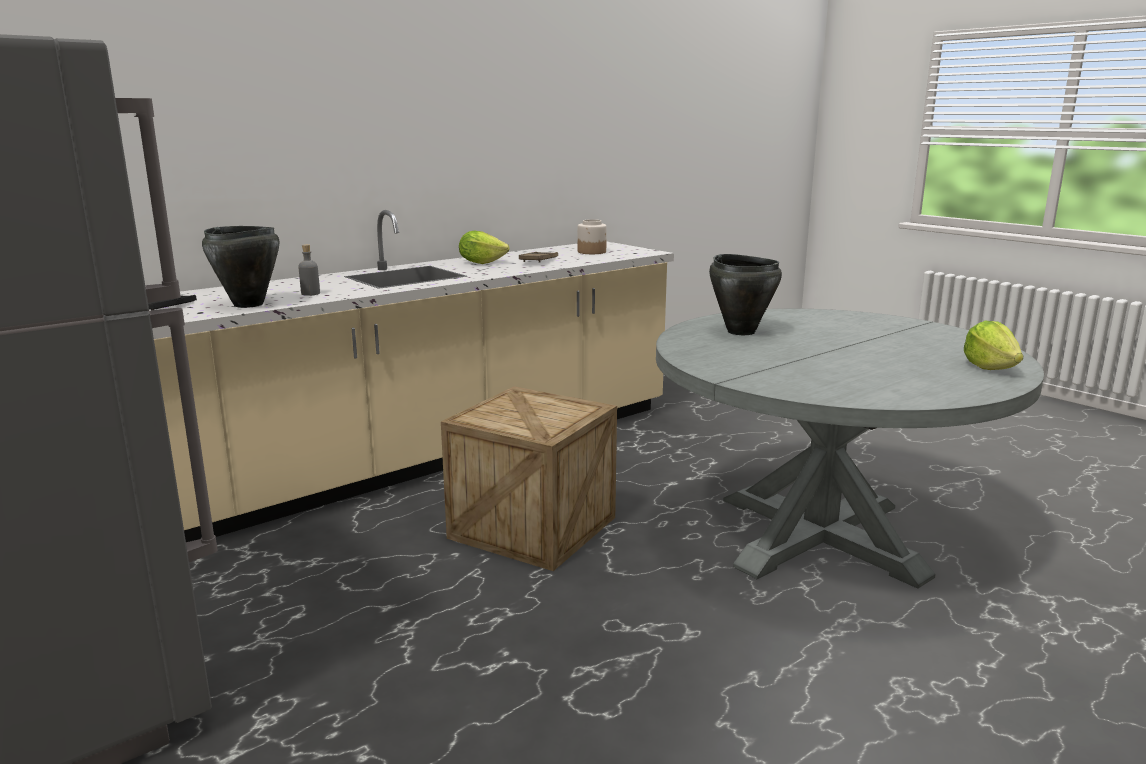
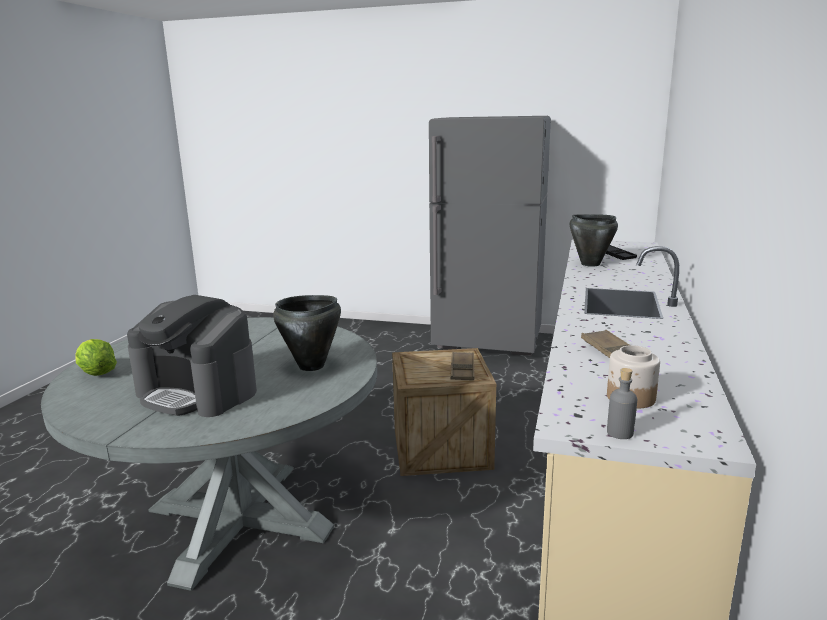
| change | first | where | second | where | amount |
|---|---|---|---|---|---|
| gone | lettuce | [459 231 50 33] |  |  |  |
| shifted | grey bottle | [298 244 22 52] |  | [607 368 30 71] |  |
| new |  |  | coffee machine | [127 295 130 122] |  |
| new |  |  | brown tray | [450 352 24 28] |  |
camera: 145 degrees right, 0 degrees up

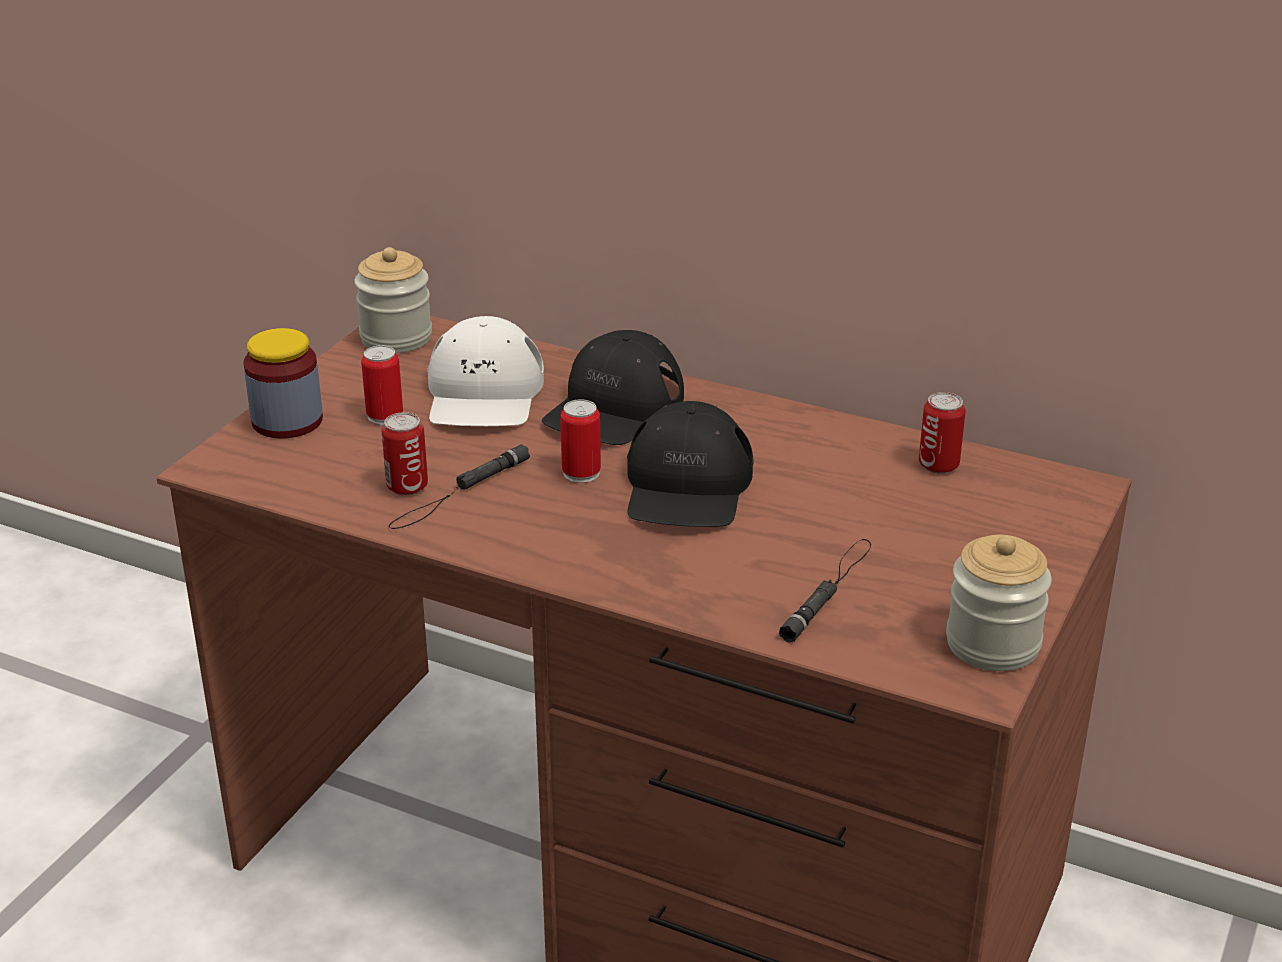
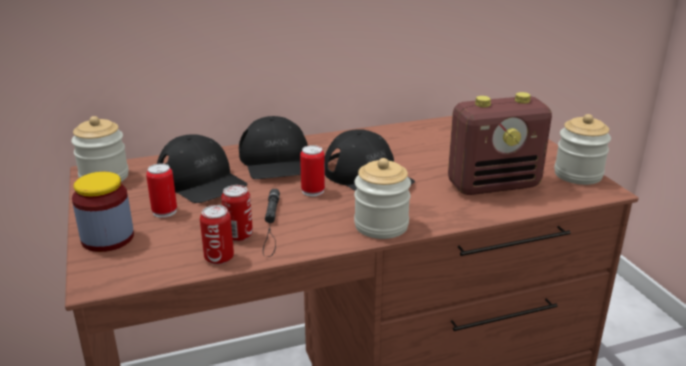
| change | first | where | second | where | amount |
|---|---|---|---|---|---|
| repainted | white cap | [427 316 117 110] | black cap | [157 134 90 69] |  |
| shifted | can | [919 392 47 82] |  | [200 205 34 60] |  |
| swapped | black flashlight | [779 539 92 104] | radio | [448 92 104 103] |  |
| new |  |  | jar | [354 158 57 81] |  |
camera: 45 degrees left, 5 degrees down

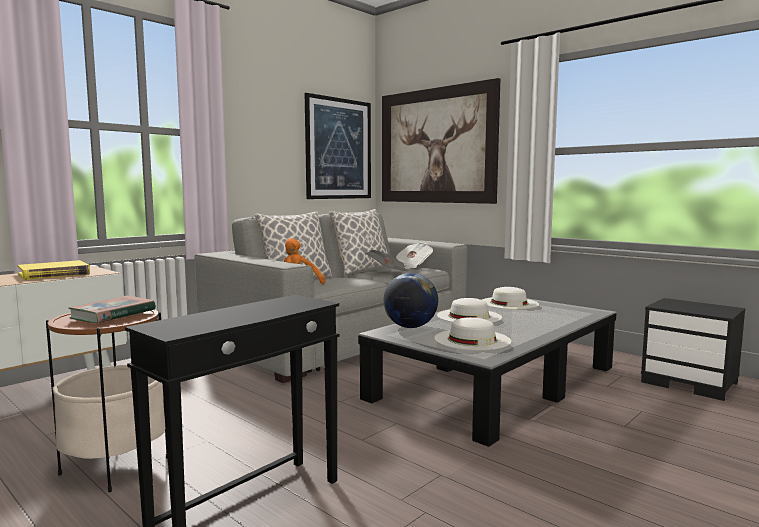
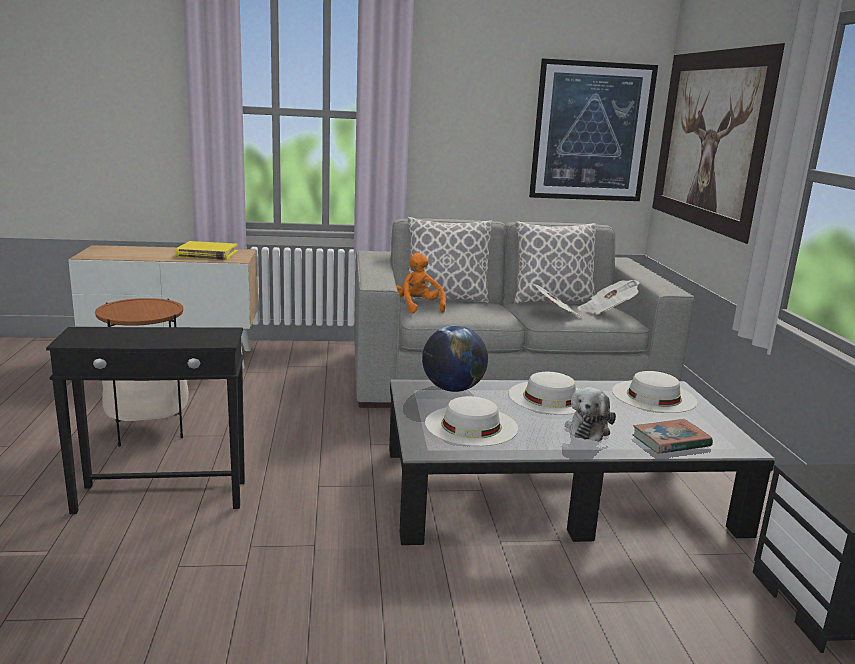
| change | first | where | second | where | amount |
|---|---|---|---|---|---|
| shifted | book | [68 296 88 27] |  | [632 419 81 35] |  |
| new |  |  | plush toy | [565 387 51 55] |  |
camera: 40 degrees right, 10 degrees up

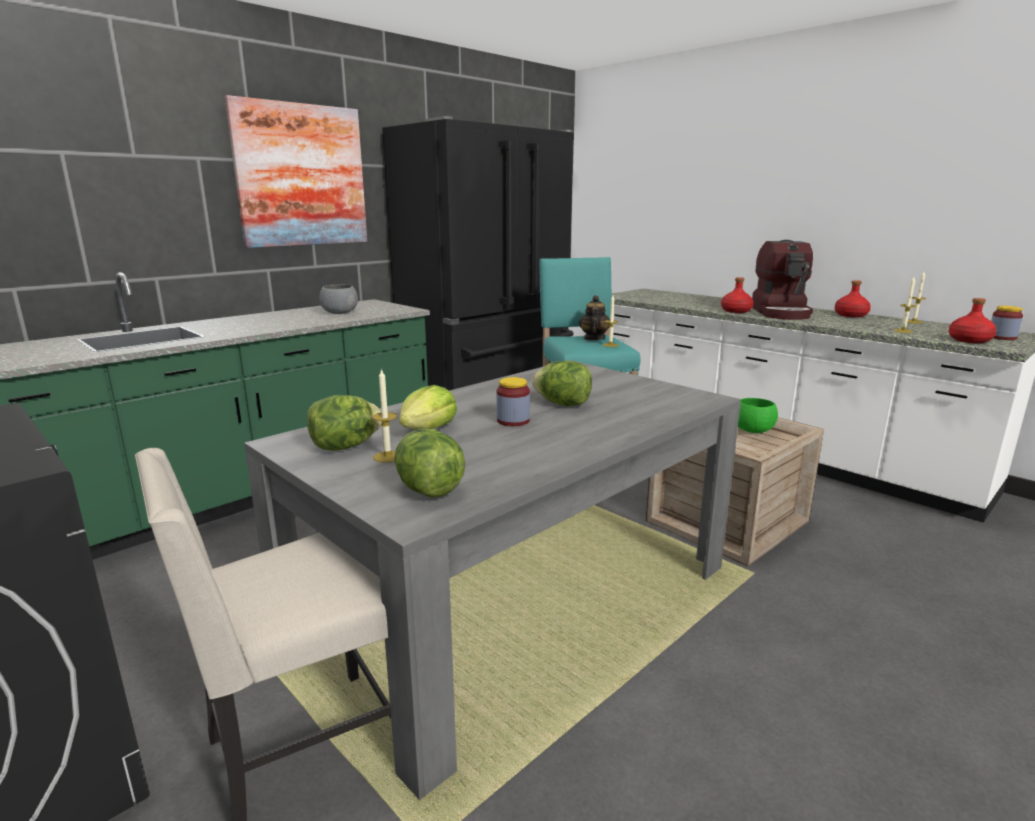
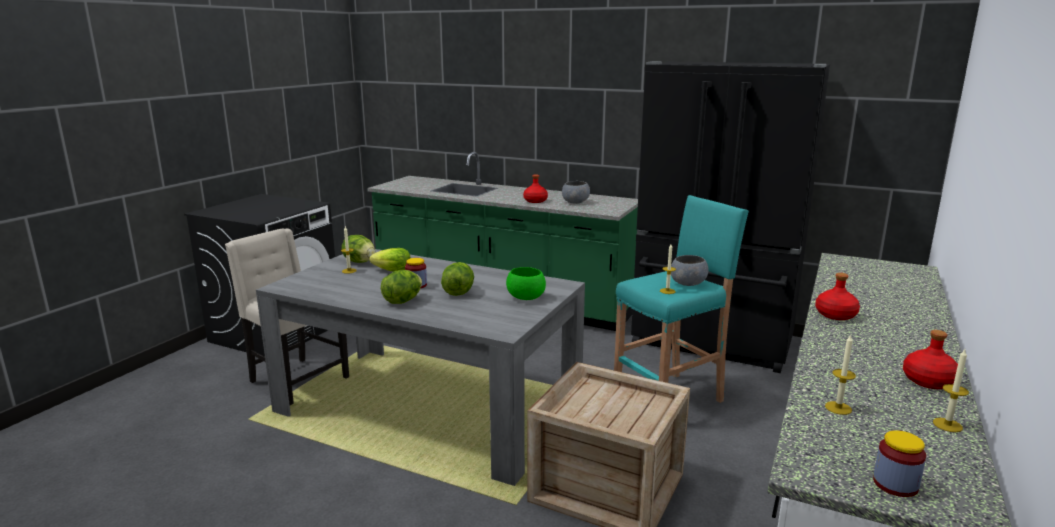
| change | first | where | second | where | amount |
|---|---|---|---|---|---|
| gone | picture | [224 95 143 153] |  |  |  |
| gone | coffee machine | [752 240 61 80] |  |  |  |
| swapped | teapot | [579 295 31 45] | grey bowl | [671 255 38 31] |  |
| shifted | red bottle | [949 298 47 45] |  | [523 175 25 28] |  |
| shifted | green bowl | [738 398 40 35] |  | [506 267 40 33] |  |
| shifted | lettuce | [394 429 71 69] |  | [381 270 41 34] |  |
camera: 70 degrees right, 0 degrees up

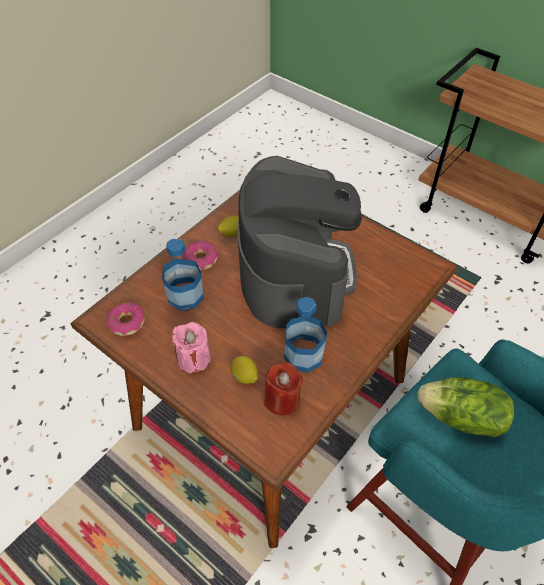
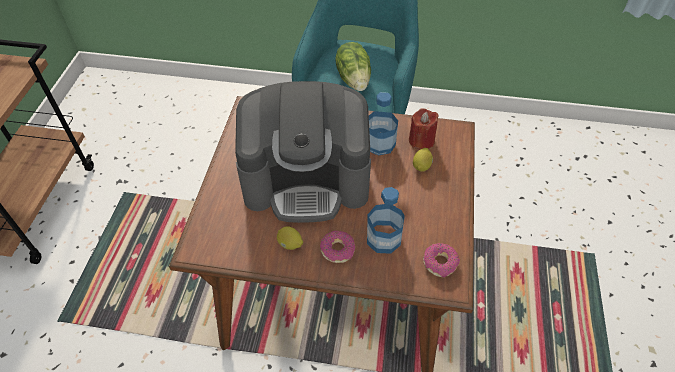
| change | first | where | second | where | amount |
|---|---|---|---|---|---|
| rotated | coffee machine | [238 156 124 172] |  | [235 81 136 142] | 150 degrees counterclockwise |
| gone | pink candle | [172 322 39 51] |  |  |  |
camera: 120 degrees left, 0 degrees up

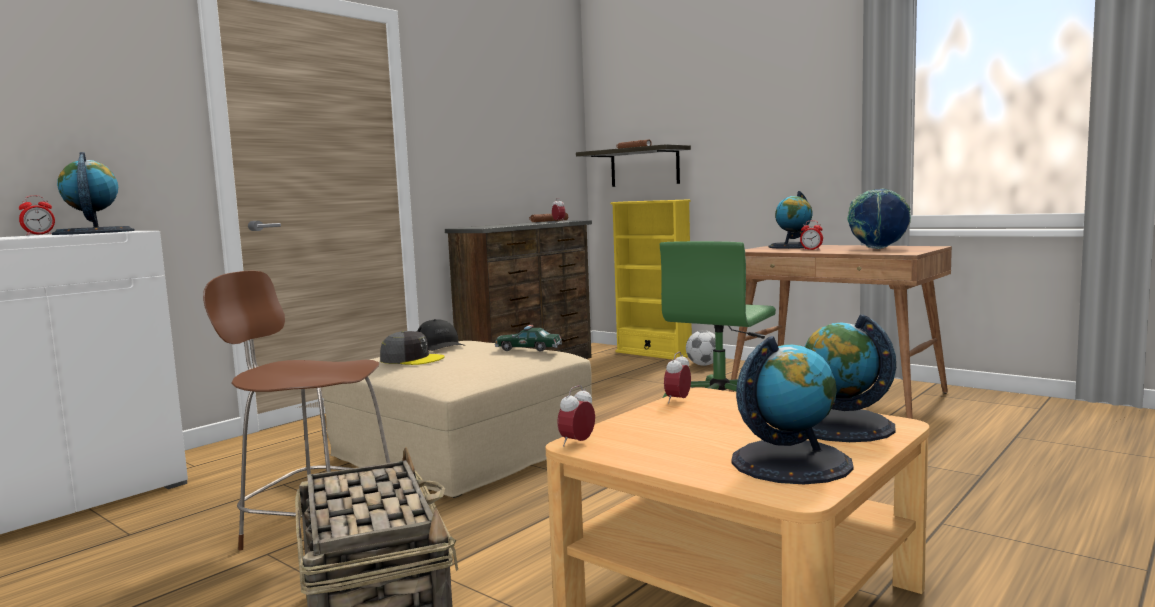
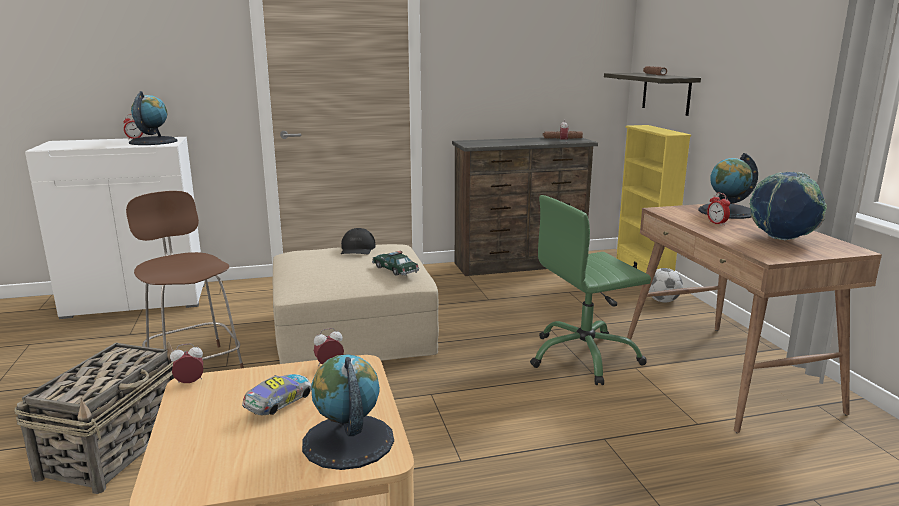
| change | first | where | second | where | amount |
|---|---|---|---|---|---|
| gone | grey cap | [380 331 65 34] |  |  |  |
| gone | globe | [731 336 123 148] |  |  |  |
| new |  |  | toy car | [242 374 69 41] |  |
camera: 35 degrees right, 10 degrees up

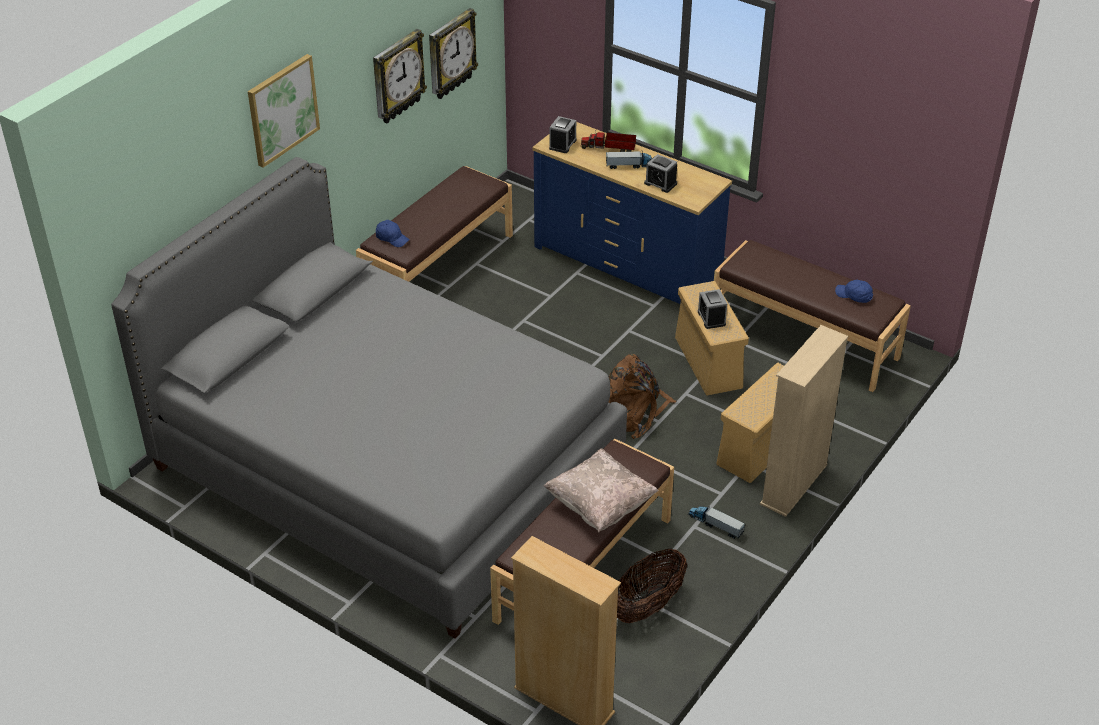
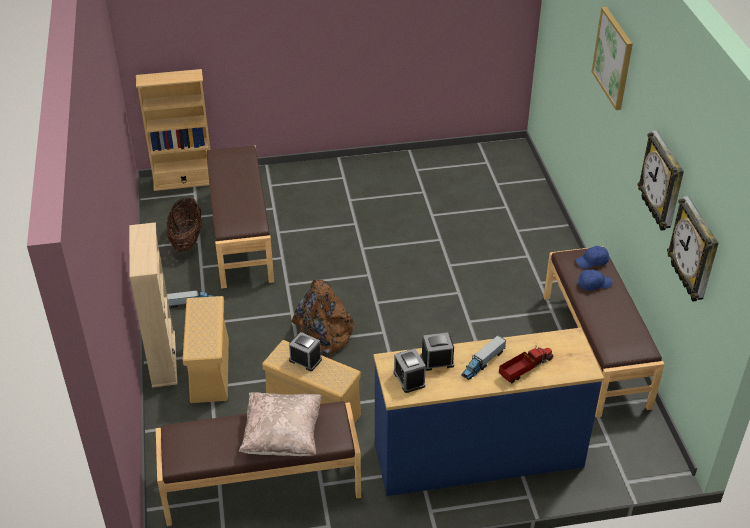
| change | first | where | second | where | amount |
|---|---|---|---|---|---|
| shifted | alarm clock | [549 116 28 37] |  | [394 348 32 45] |  |
| gone | grey bed | [111 157 516 482] |  |  |  |
| shifted | blue cap | [835 280 38 23] |  | [578 269 35 21] |  |
| shifted | beige pillow | [543 448 116 85] |  | [239 392 83 64] |  |
camera: 135 degrees right, 0 degrees up

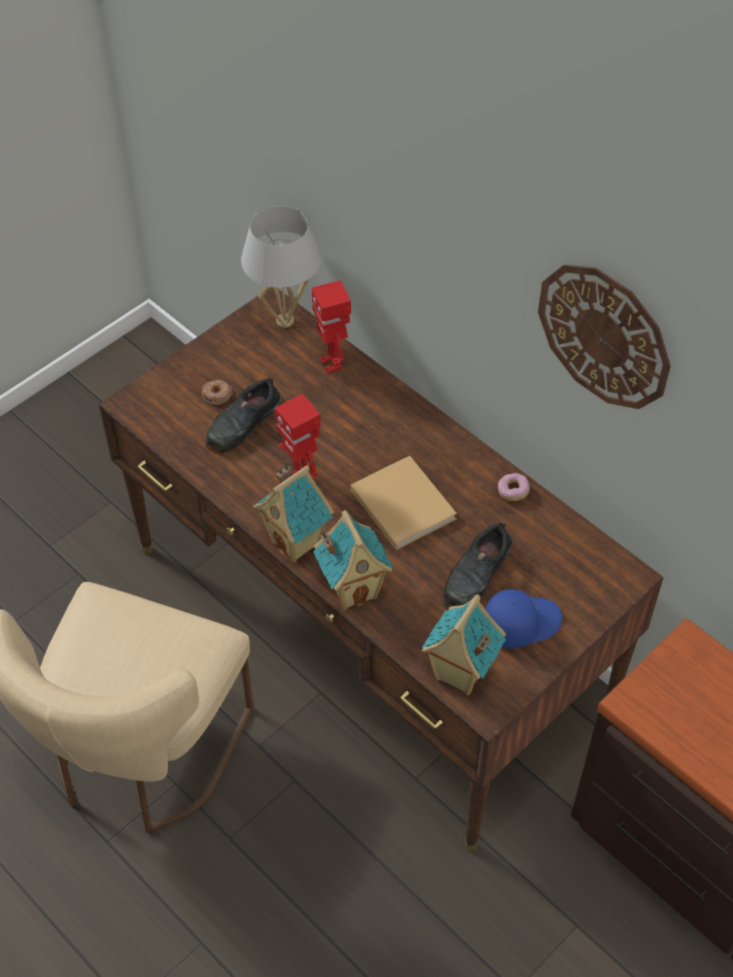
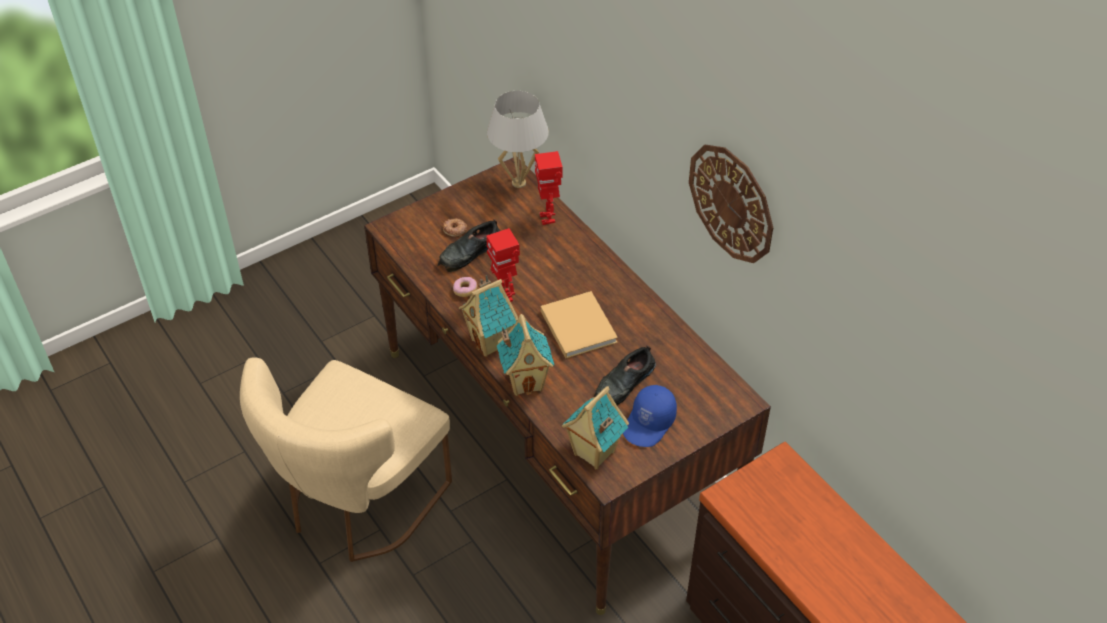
| change | first | where | second | where | amount |
|---|---|---|---|---|---|
| shifted | donut | [498 473 32 28] |  | [453 277 24 20] |  |
| rotated | blue cap | [485 589 77 60] |  | [623 385 54 62] | 135 degrees clockwise |
camera: 10 degrees right, 5 degrees down

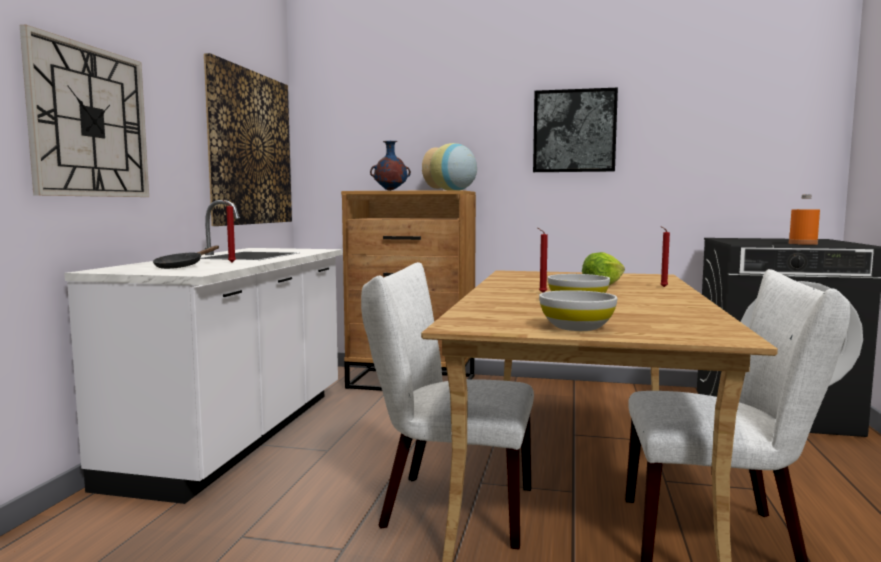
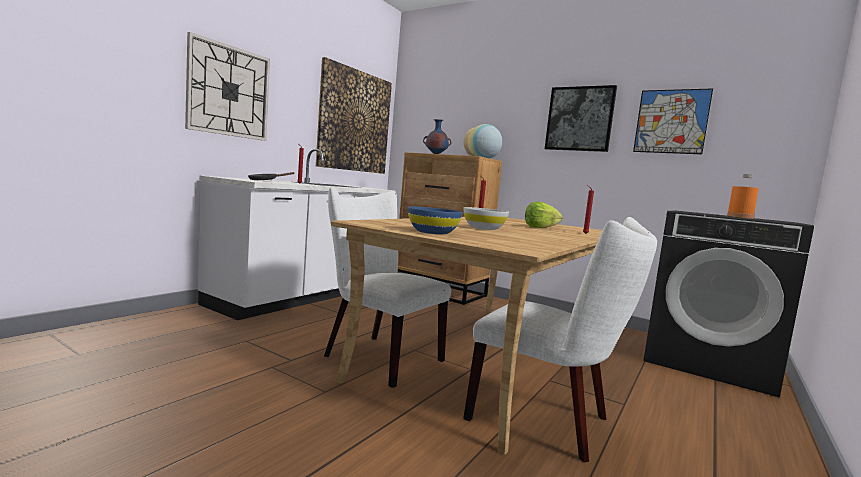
| change | first | where | second | where | amount |
|---|---|---|---|---|---|
| repainted | white bowl | [539 290 78 41] | blue bowl | [408 207 55 27] |  |
| new |  |  | picture | [633 88 80 66] |  |
camera: 20 degrees right, 0 degrees up

